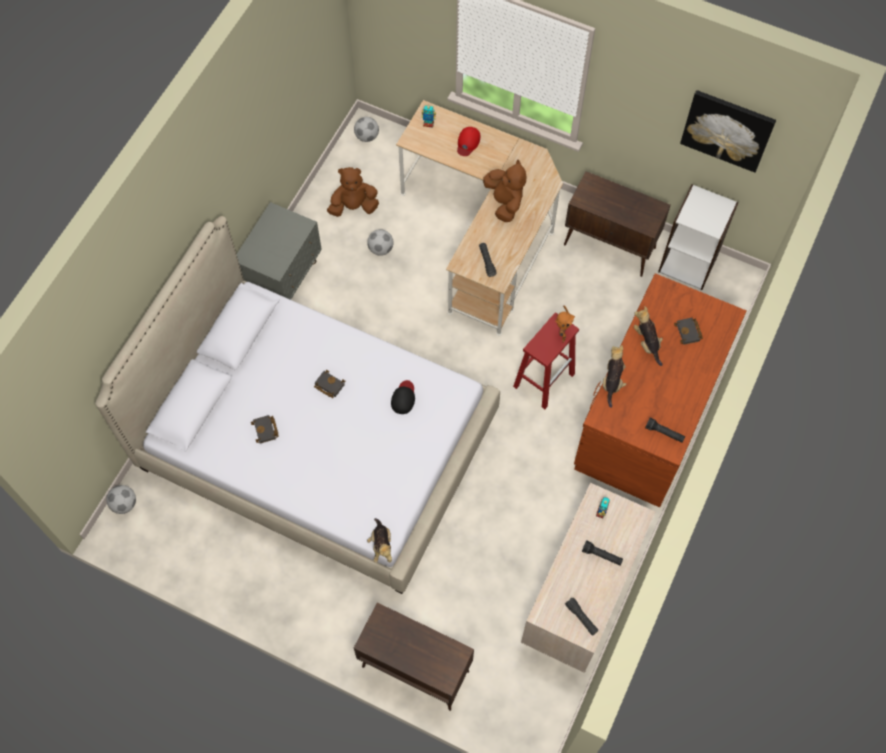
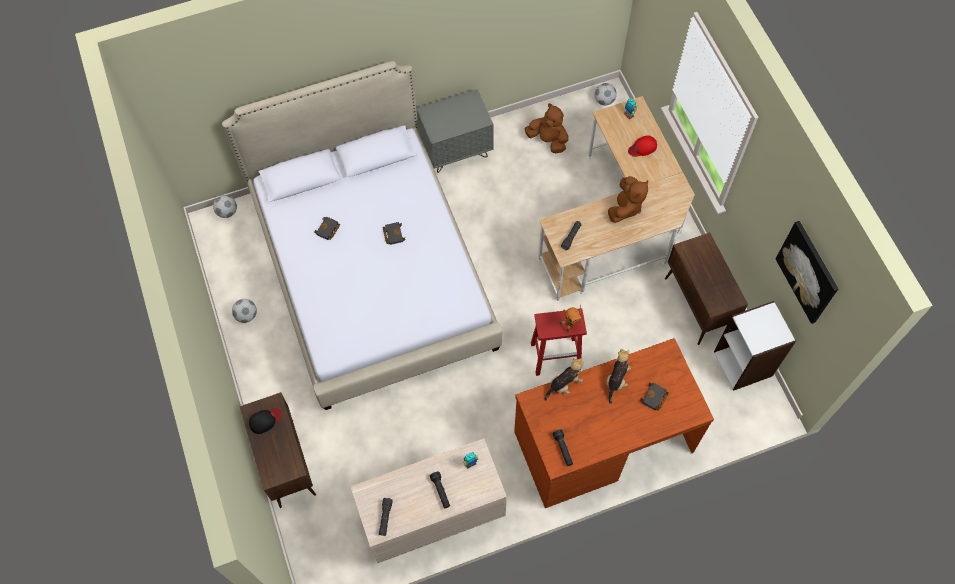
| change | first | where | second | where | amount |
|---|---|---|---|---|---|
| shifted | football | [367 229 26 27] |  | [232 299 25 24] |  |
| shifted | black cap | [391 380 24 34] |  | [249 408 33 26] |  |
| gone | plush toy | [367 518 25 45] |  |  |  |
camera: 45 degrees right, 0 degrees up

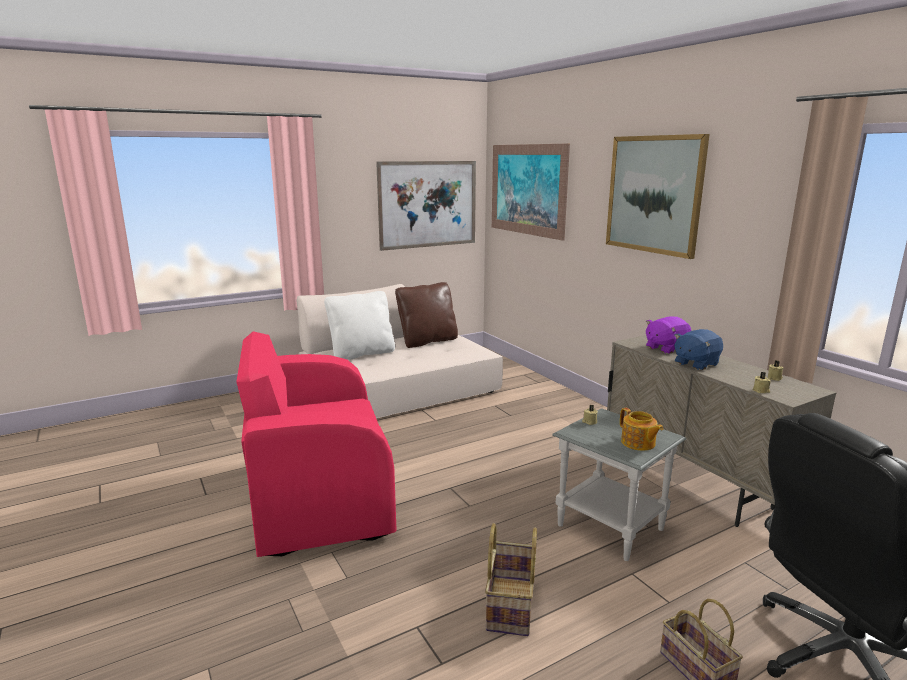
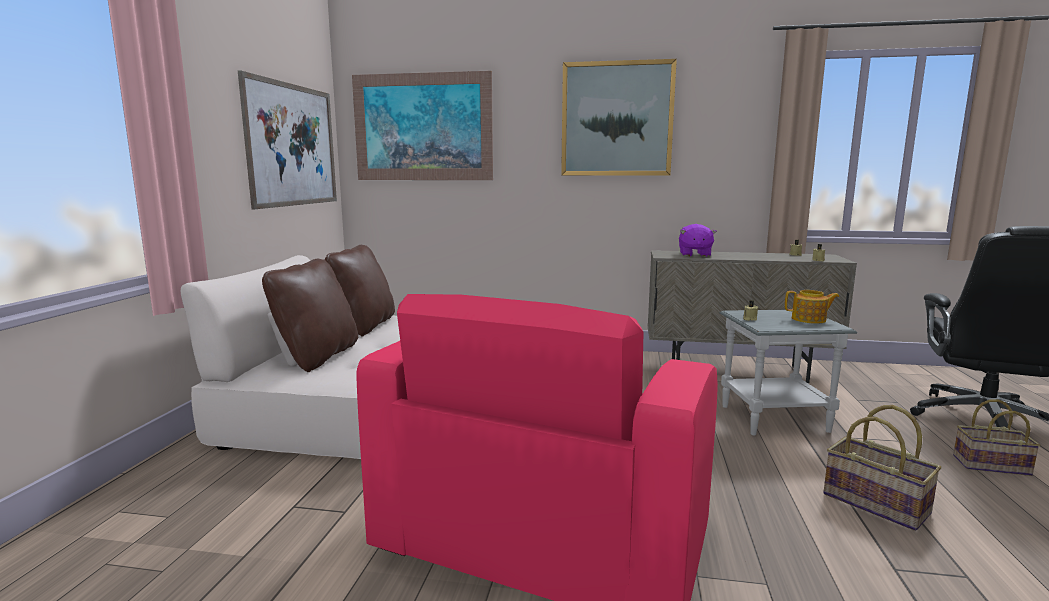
| change | first | where | second | where | amount |
|---|---|---|---|---|---|
| repainted | white pillow | [324 291 71 69] | brown pillow | [262 259 96 113] |  |
| gone | blue plush toy | [674 329 49 41] |  |  |  |
camera: 50 degrees left, 5 degrees down

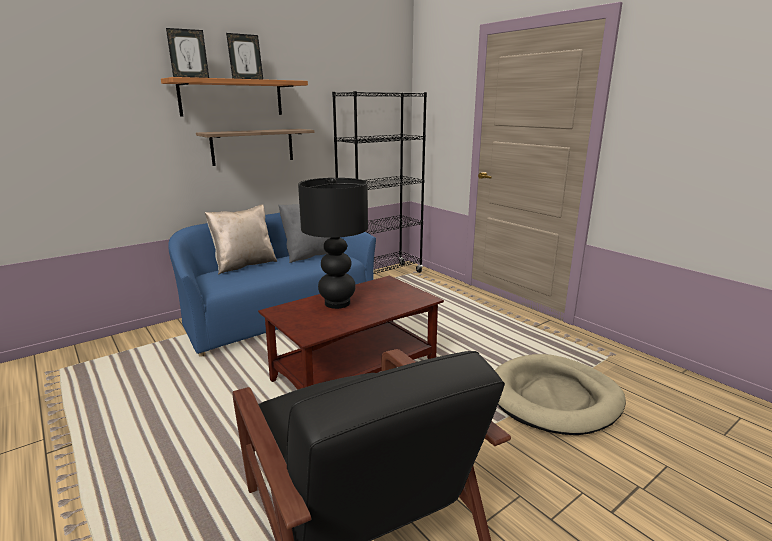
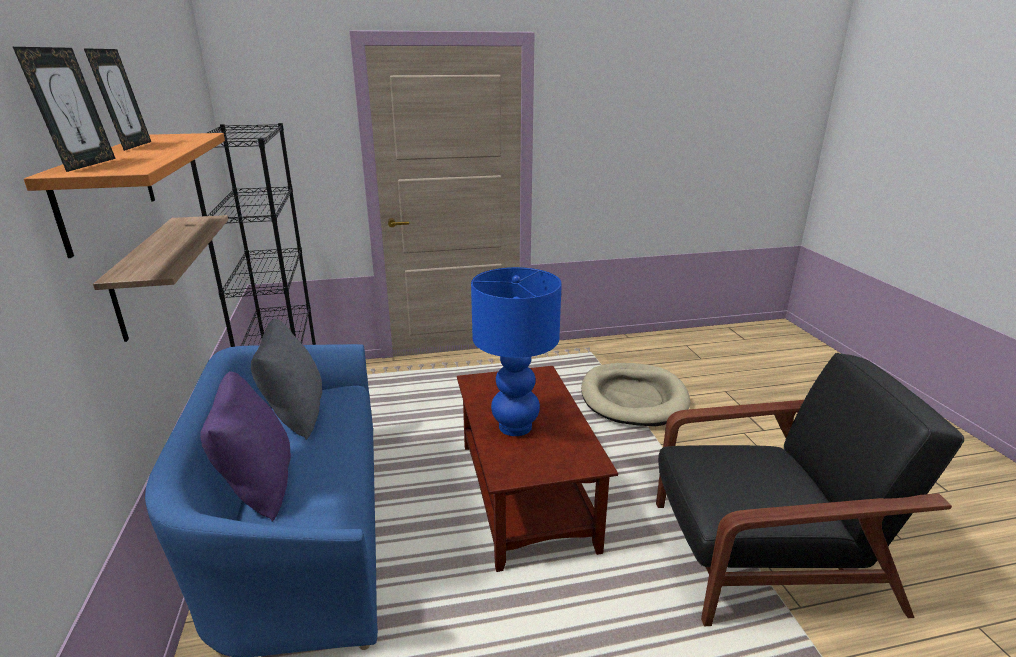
| change | first | where | second | where | amount |
|---|---|---|---|---|---|
| repainted | black table lamp | [298 178 70 131] | blue table lamp | [471 267 91 169] |  |
| repainted | beige pillow | [205 204 72 70] | purple pillow | [200 371 91 151] |  |
camera: 65 degrees left, 5 degrees up

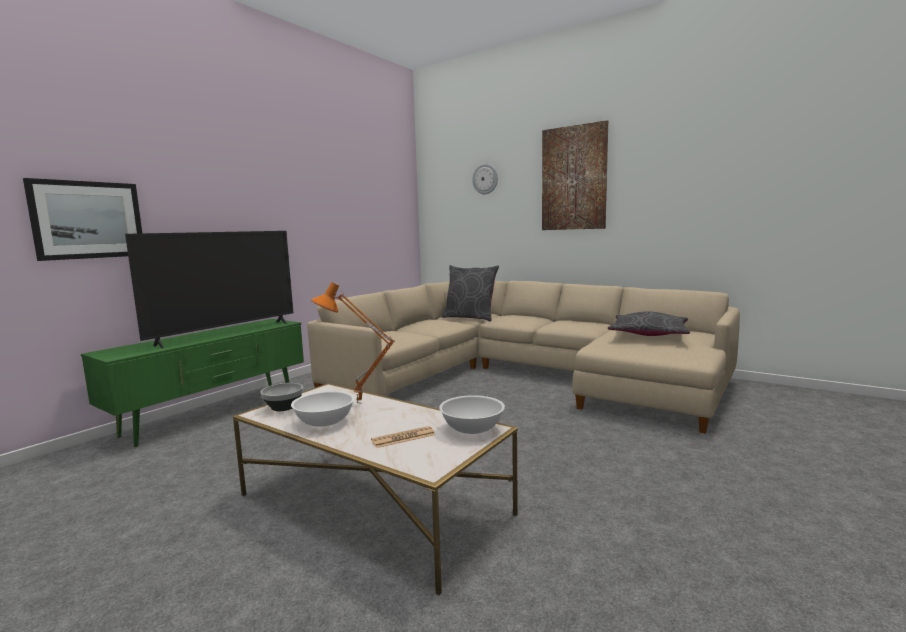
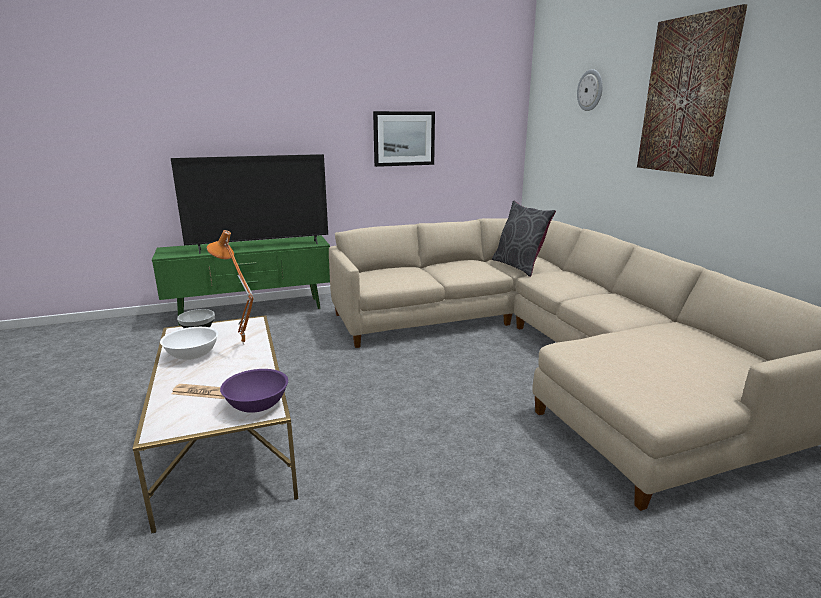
| change | first | where | second | where | amount |
|---|---|---|---|---|---|
| shifted | picture | [23 178 119 83] |  | [373 111 62 56] |  |
| gone | grey pillow | [608 311 82 25] |  |  |  |
| repainted | white bowl | [439 395 66 39] | purple bowl | [220 369 68 44] |  |
camera: 35 degrees right, 10 degrees up

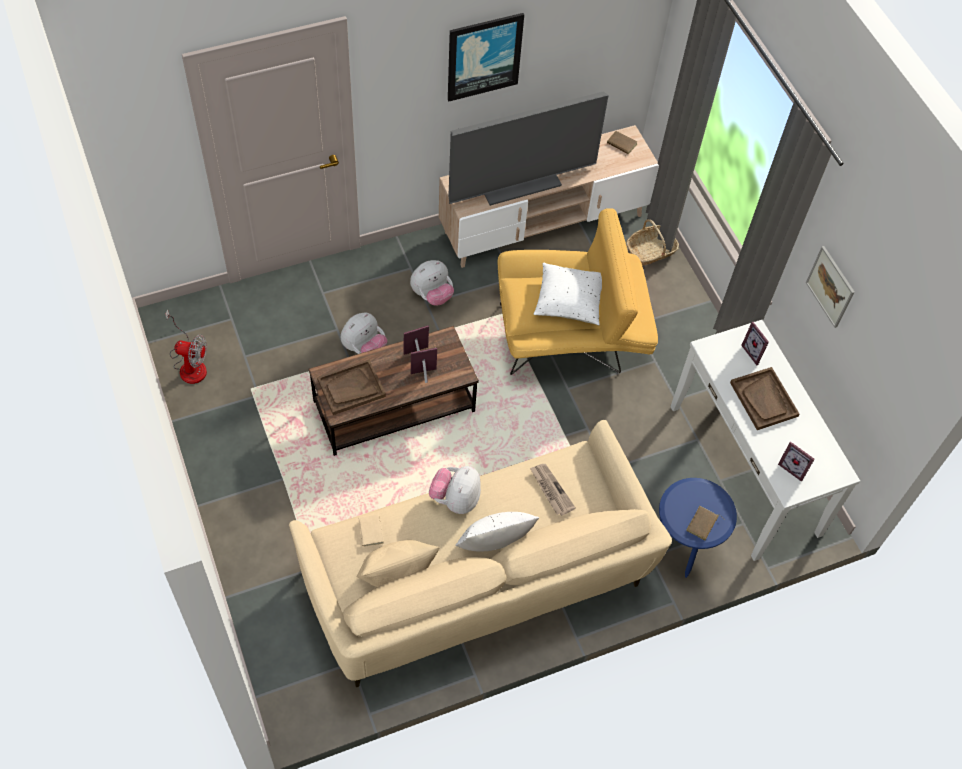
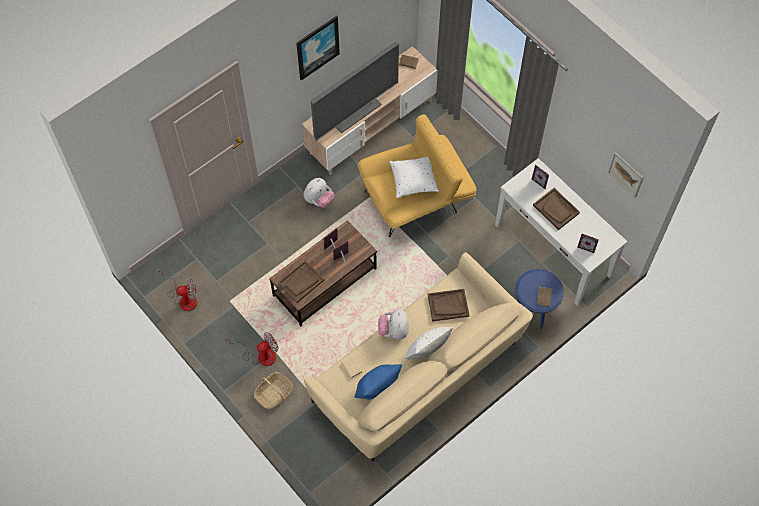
| change | first | where | second | where | amount |
|---|---|---|---|---|---|
| shifted | basket | [626 219 53 47] |  | [254 372 39 37] |  |
| shifted | picture | [806 246 49 82] |  | [608 153 36 45] |  |
| gone | plush toy | [341 312 46 42] |  |  |  |
| swapped | newspaper | [530 464 46 52] | brown tray | [428 289 41 33] |  |
| repainted | beige pillow | [356 540 83 47] | blue pillow | [354 364 48 35] |  |
| new |  |  | fan | [224 332 55 34] |  |
camera: 15 degrees left, 5 degrees up

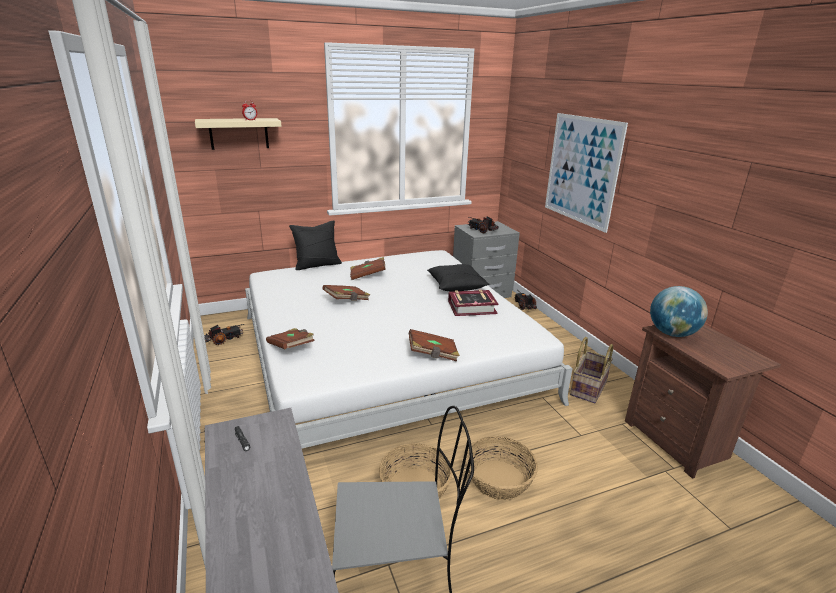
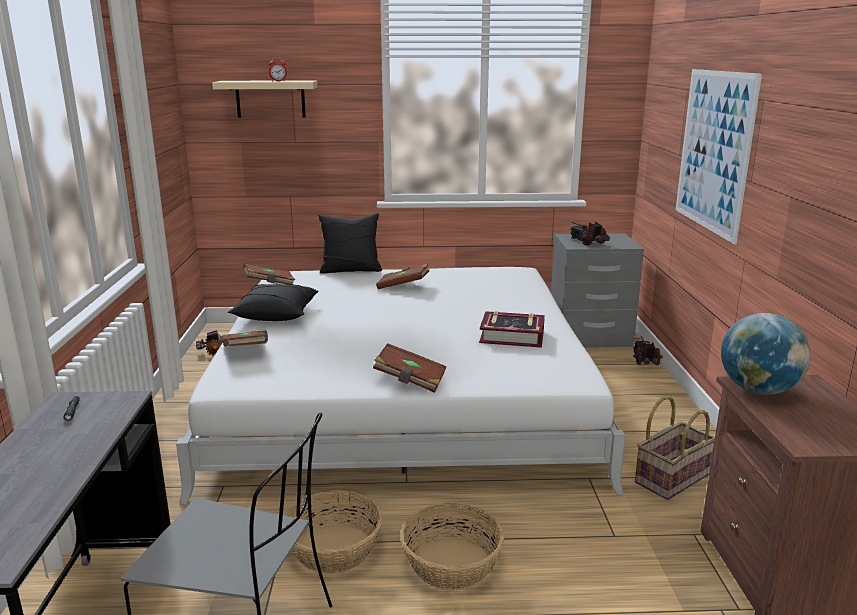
| change | first | where | second | where | amount |
|---|---|---|---|---|---|
| shifted | black pillow | [427 264 62 27] |  | [228 284 91 37] |  |
| shifted | brown book | [322 285 48 16] |  | [243 262 52 23] |  |
camera: 20 degrees right, 5 degrees down

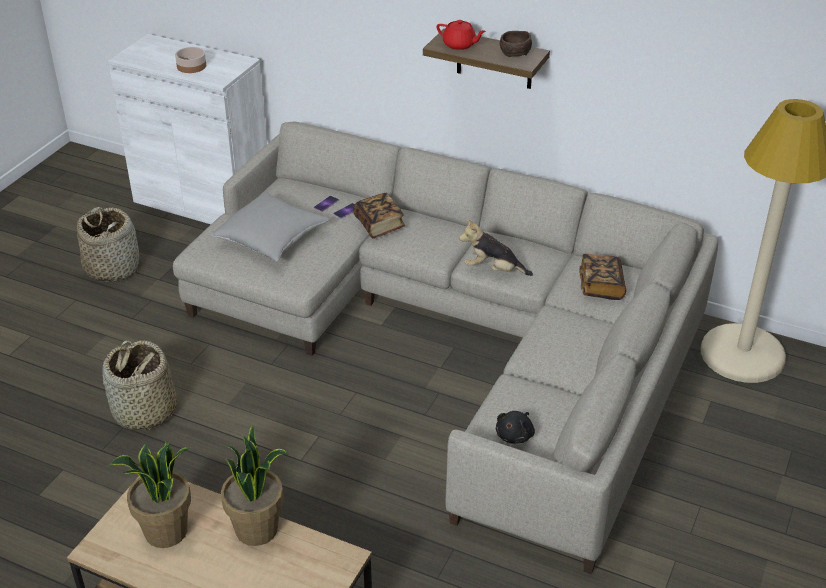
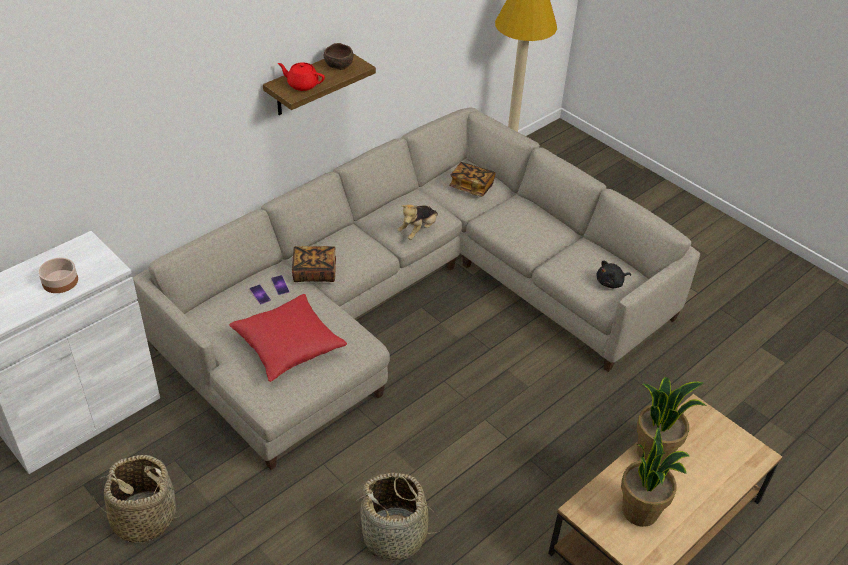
| change | first | where | second | where | amount |
|---|---|---|---|---|---|
| rotated | red teapot | [437 20 49 30] |  | [277 62 48 29] | 120 degrees counterclockwise |
| repainted | grey pillow | [210 192 119 70] | red pillow | [229 294 118 88] |  |
| rotated | black plush toy | [496 411 39 33] |  | [597 260 34 28] | 105 degrees clockwise |
camera: 70 degrees left, 5 degrees up

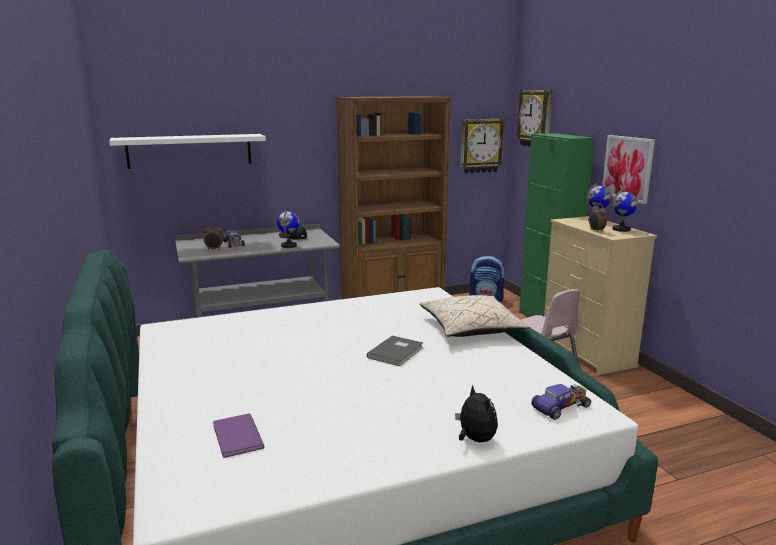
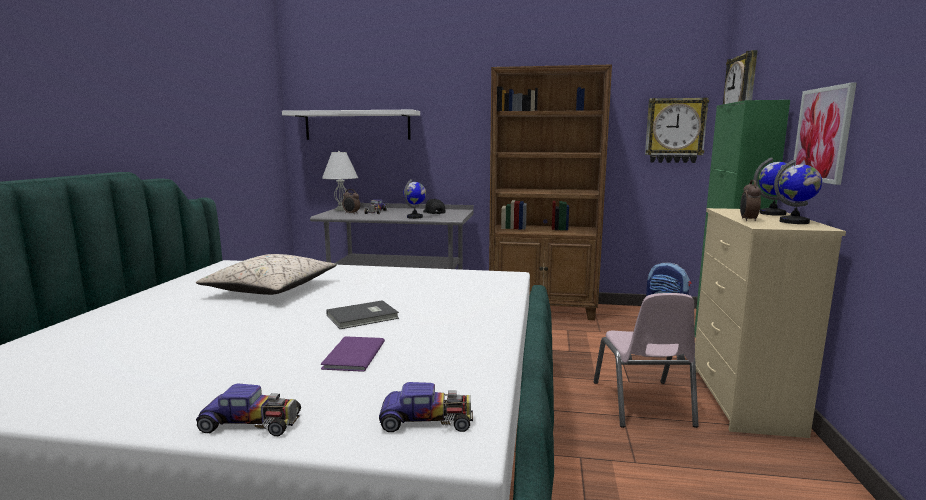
| change | first | where | second | where | amount |
|---|---|---|---|---|---|
| shifted | beige pillow | [420 295 109 42] |  | [196 254 141 41] |  |
| swapped | plush toy | [455 385 43 57] | toy car | [196 384 105 52] |  |
| shifted | purple book | [213 414 52 44] |  | [321 336 64 36] |  |
| new |  |  | white table lamp | [322 151 36 60] |  |
camera: 30 degrees right, 5 degrees down

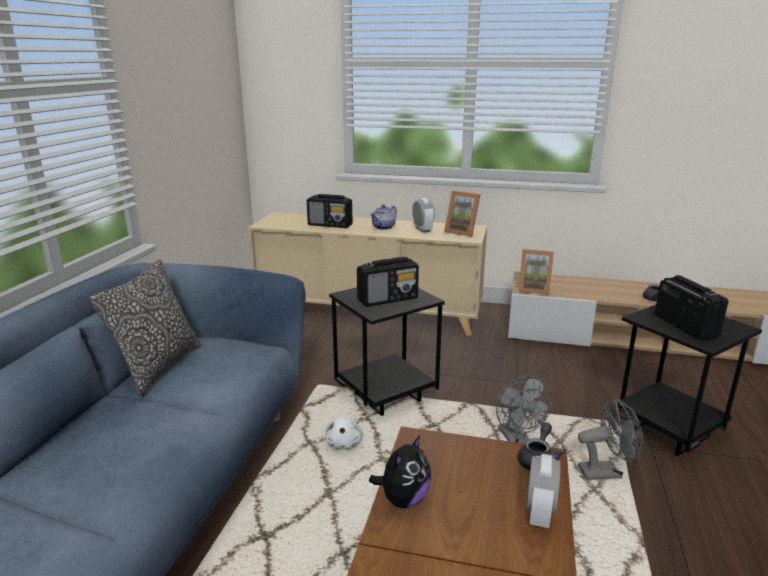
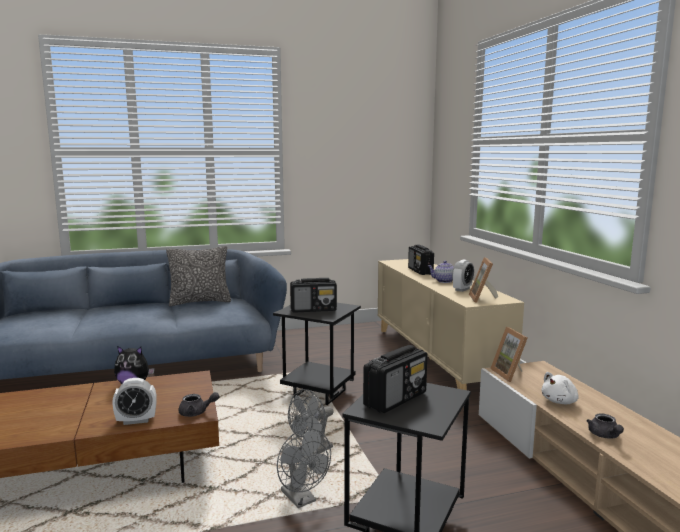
| change | first | where | second | where | amount |
|---|---|---|---|---|---|
| rotated | radio | [357 257 62 50] |  | [290 278 47 35] | 45 degrees counterclockwise |
| shifted | white plush toy | [325 417 38 32] |  | [541 372 38 32] |  |
camera: 60 degrees right, 10 degrees down

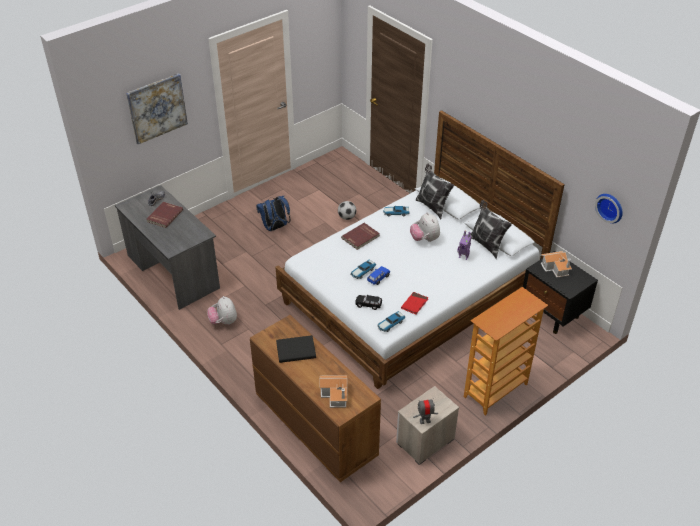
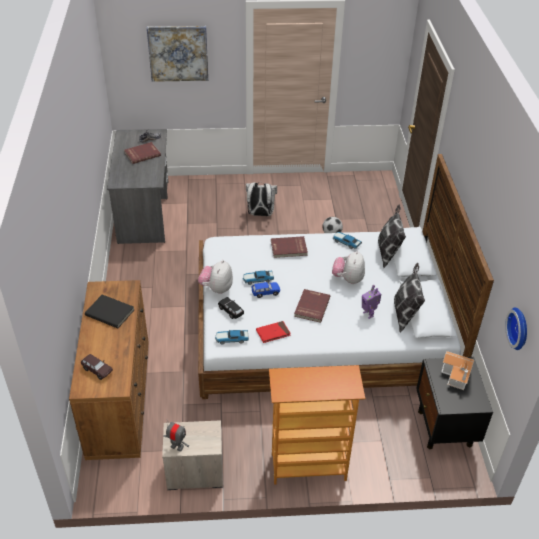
| change | first | where | second | where | amount |
|---|---|---|---|---|---|
| repainted | blue backpack | [256 196 35 35] | white backpack | [246 182 31 34] |  |
| shifted | plush toy | [207 296 30 29] |  | [198 260 35 34] |  |
| swapped | toy house | [320 375 27 33] | brown toy car | [81 354 32 26] |  |
| new |  |  | red book | [294 289 36 34] |  |
camera: 35 degrees right, 0 degrees up

